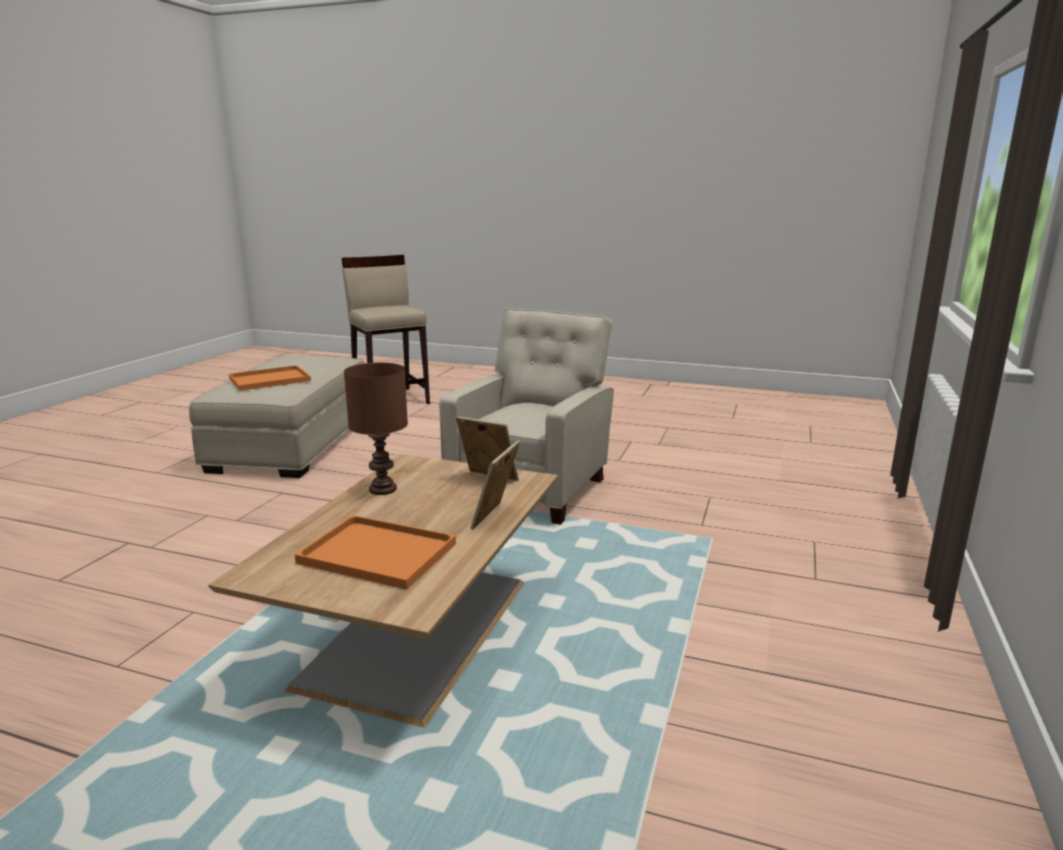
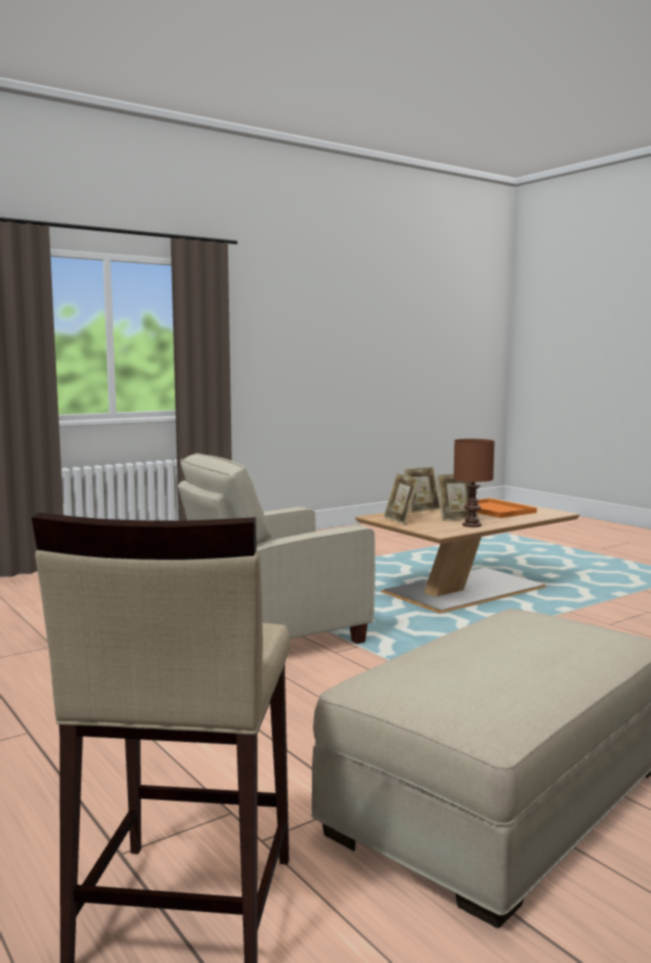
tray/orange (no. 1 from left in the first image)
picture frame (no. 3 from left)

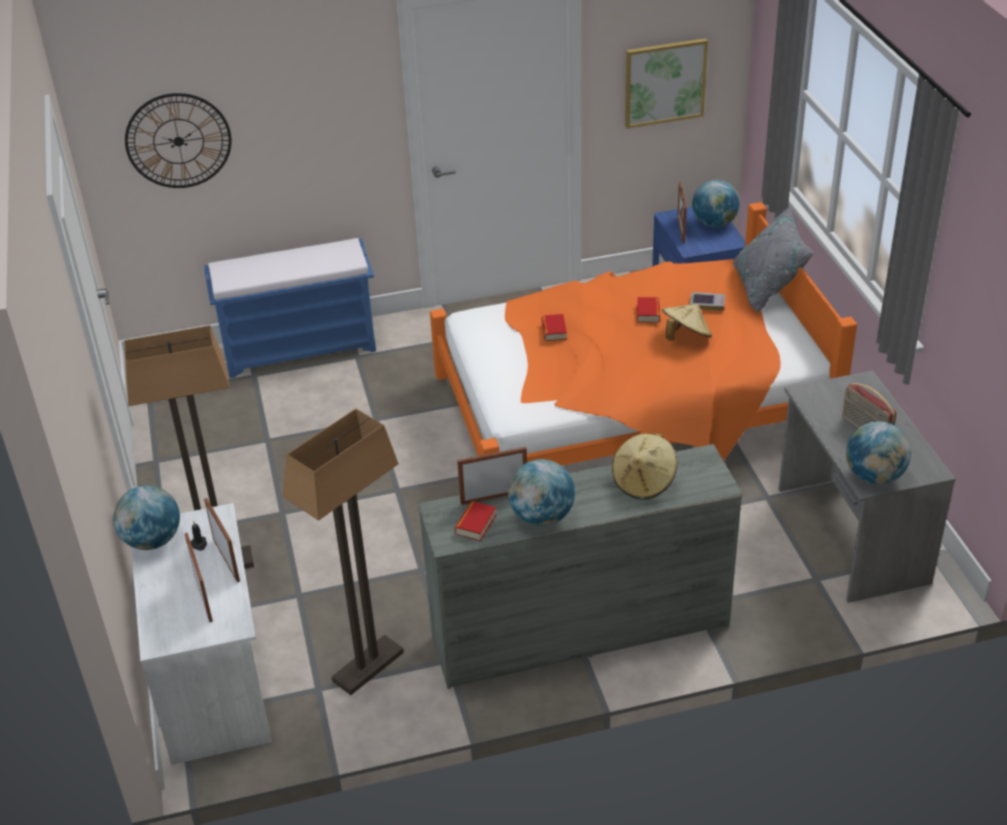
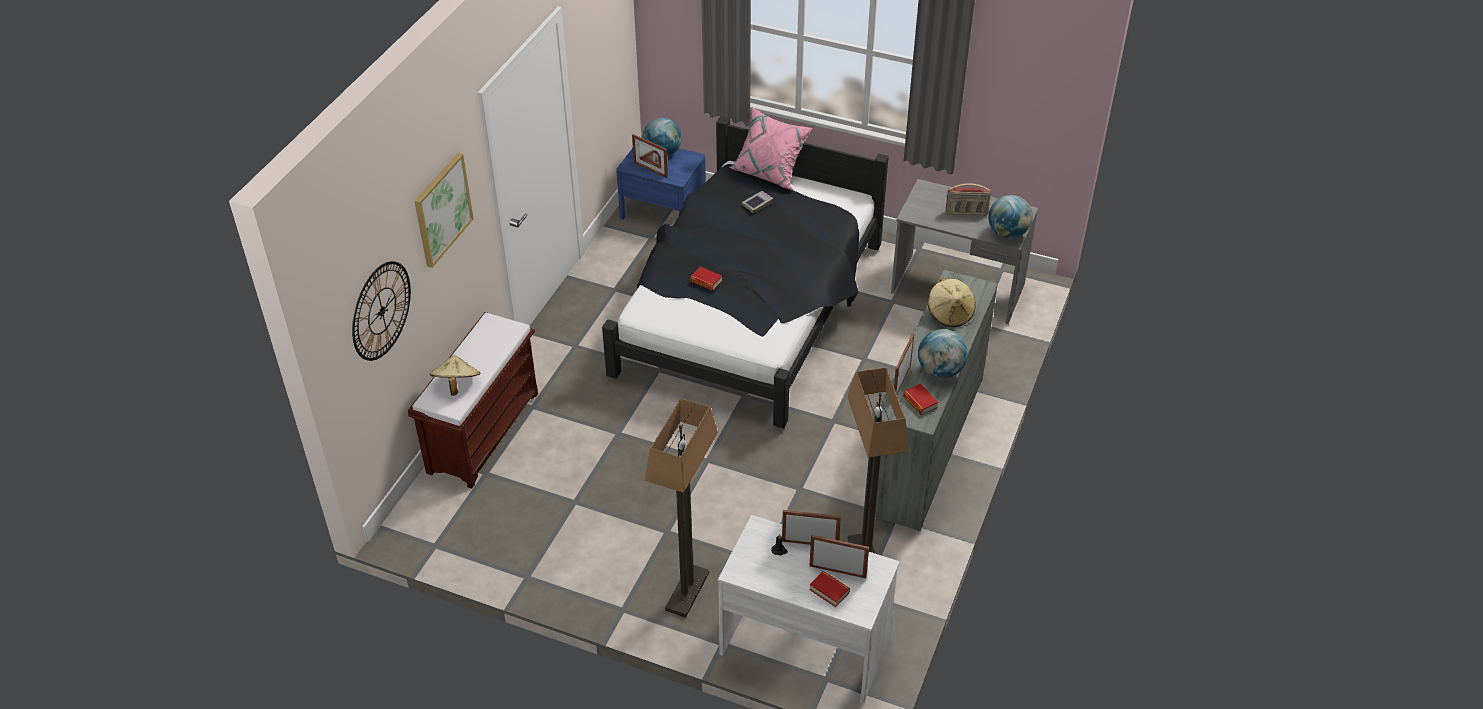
globe (no. 1 from left in the first image)
bench/brown
bed/black
picture
book (no. 3 from left)
hat/beige (no. 1 from left)
pillow/pink

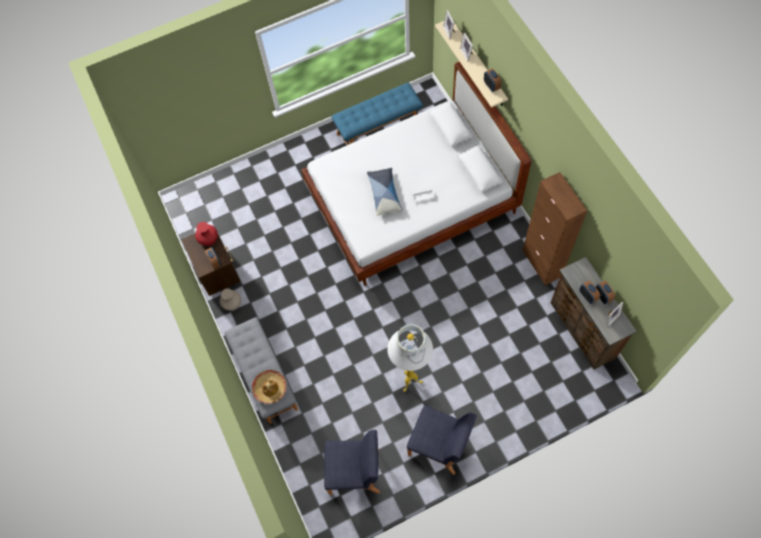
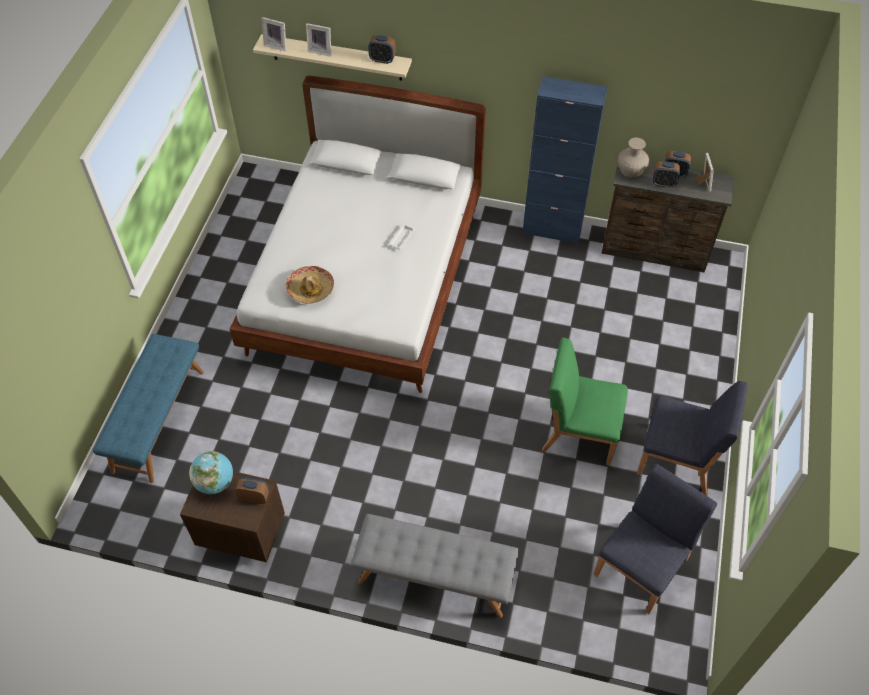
globe
vase/beige
hat
bench/blue
pillow
chair/green
chair/blue (no. 2 from left)
cabinet/blue

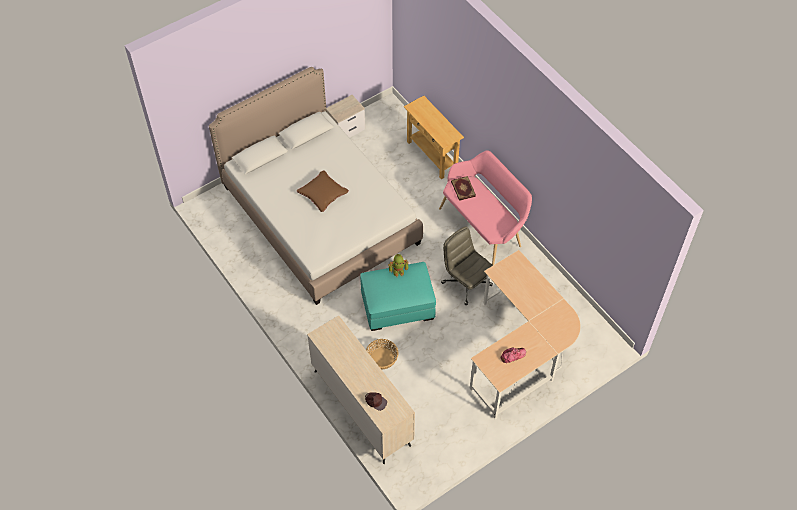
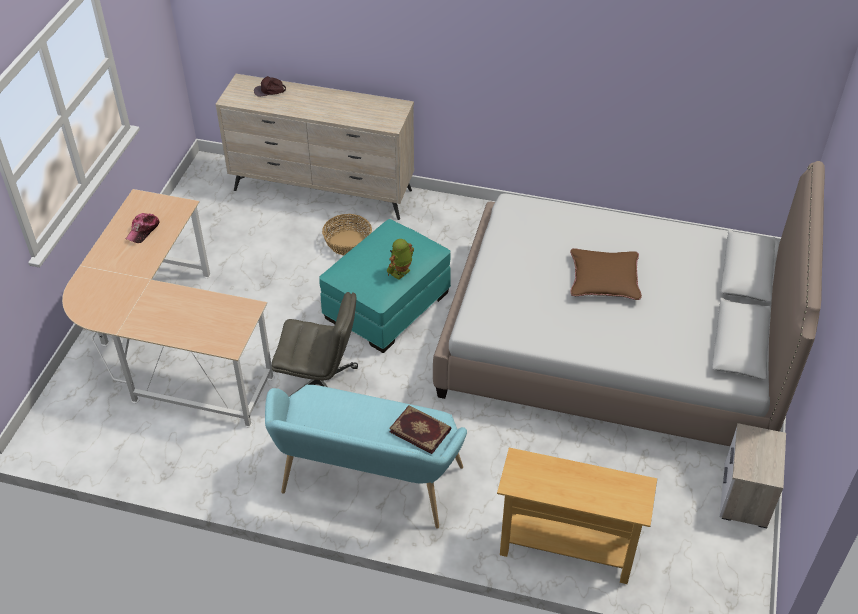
bench/turquoise

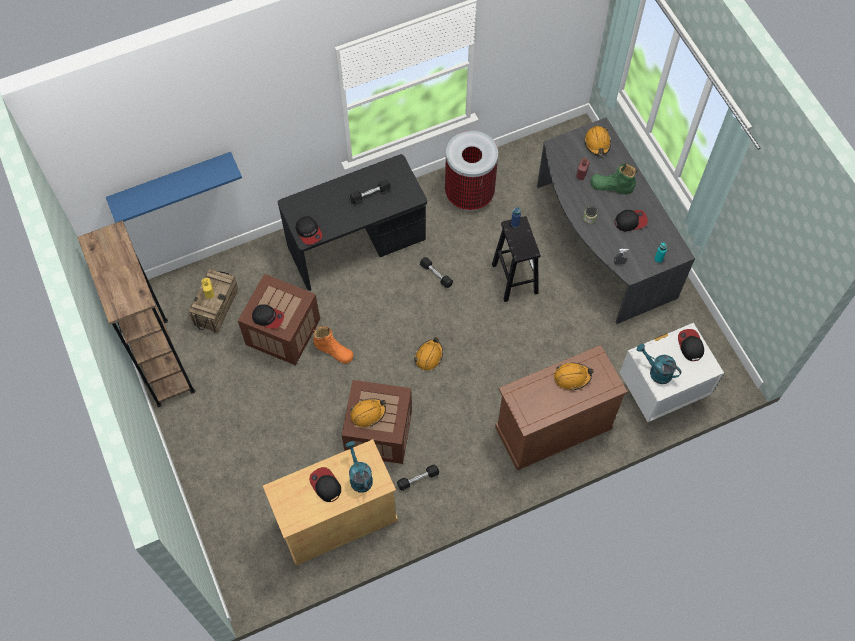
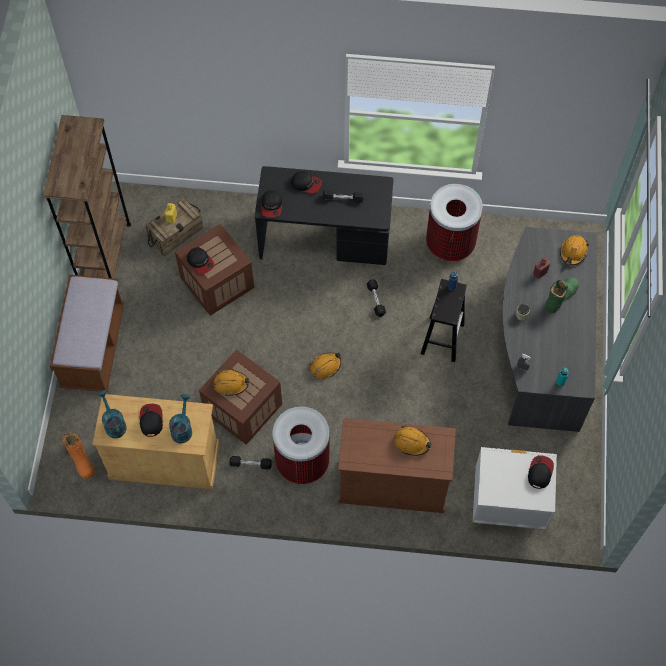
shelf/blue
boot/orange
boot/green
cap (no. 4 from left)
watering can/turquoise (no. 1 from left)
bench/brown
trash can (no. 1 from left)

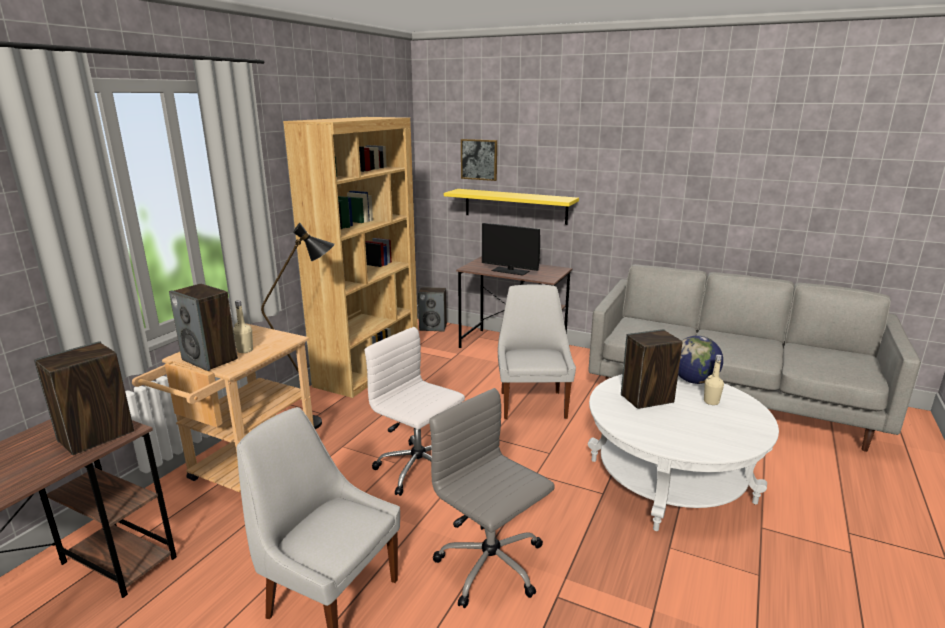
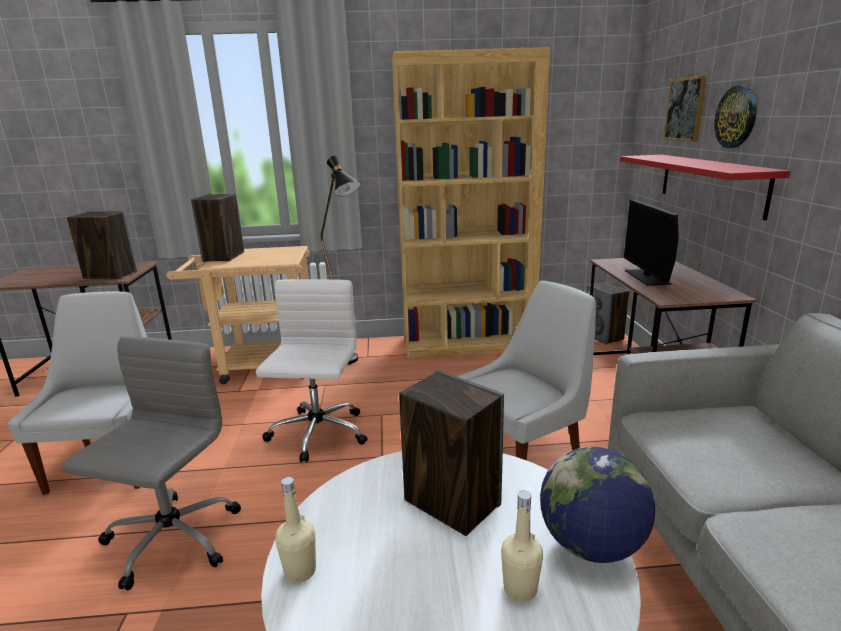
bottle/beige (no. 1 from left)
shelf/red
wall clock

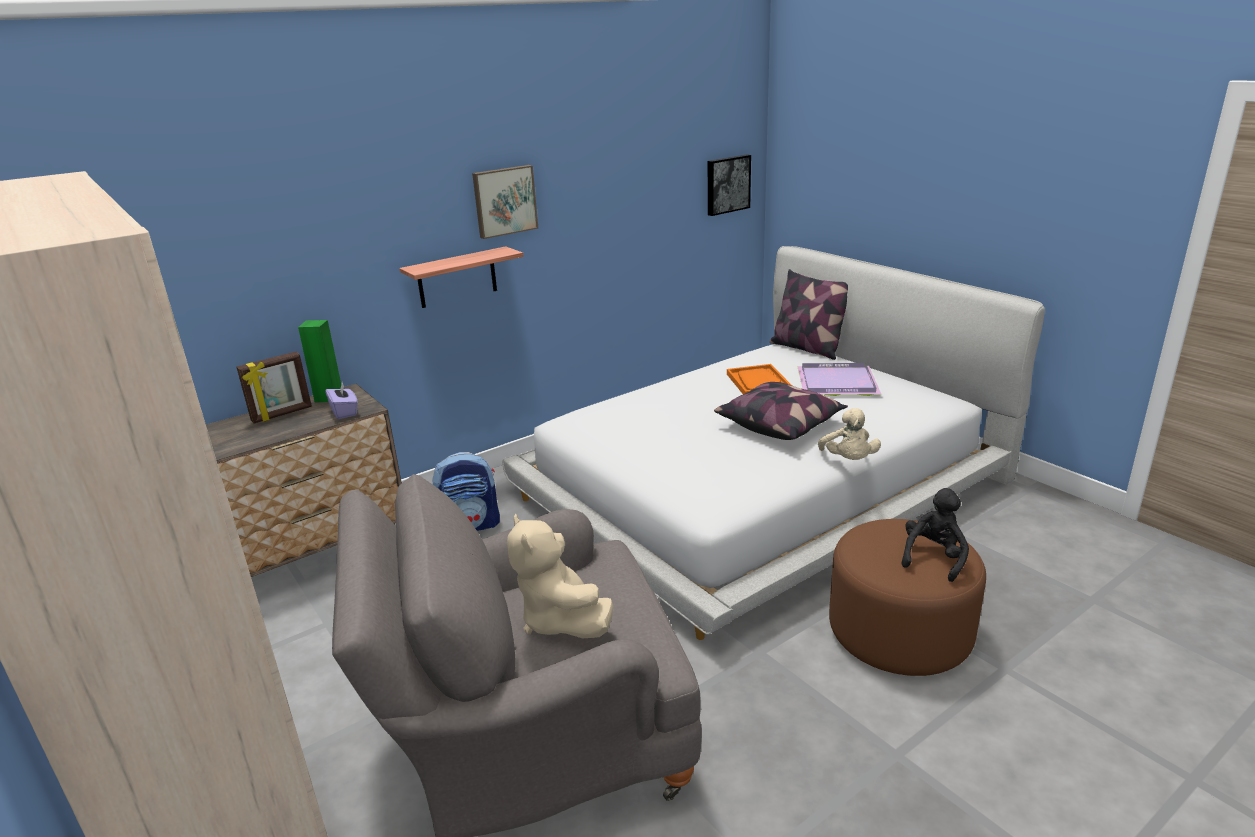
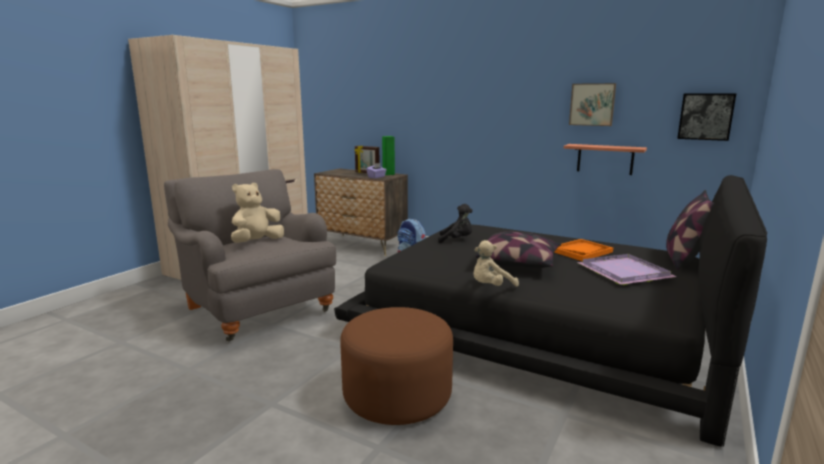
shelf
picture (no. 1 from left)
bed/black
plush toy/black

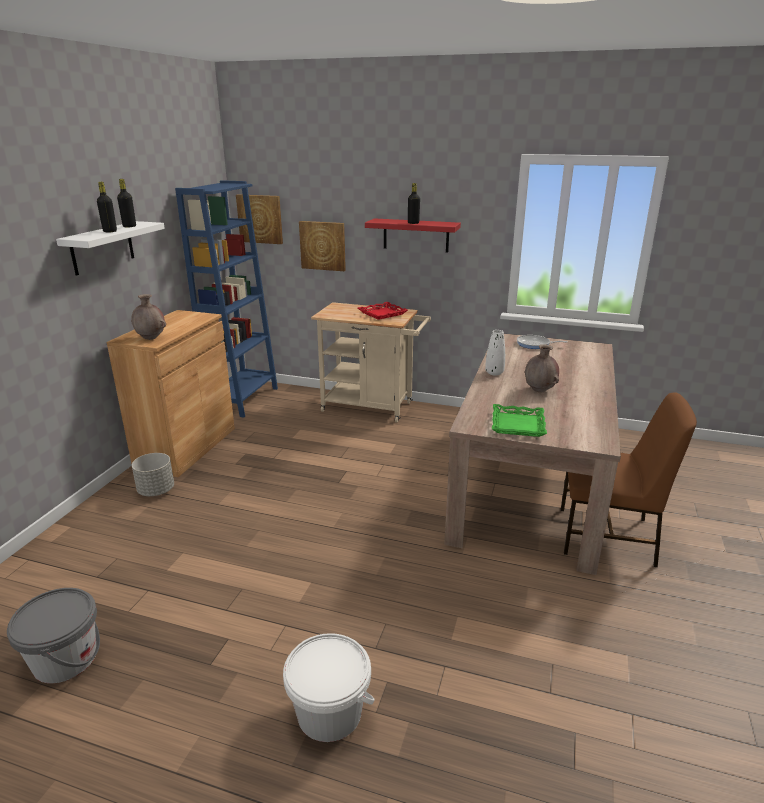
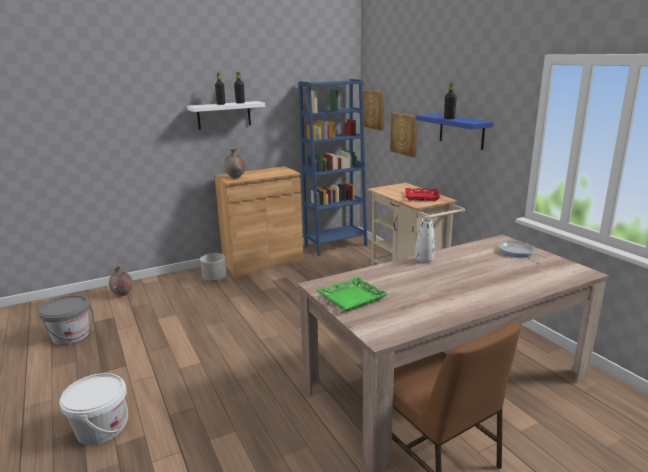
shelf/blue
vase/brown (no. 1 from left)

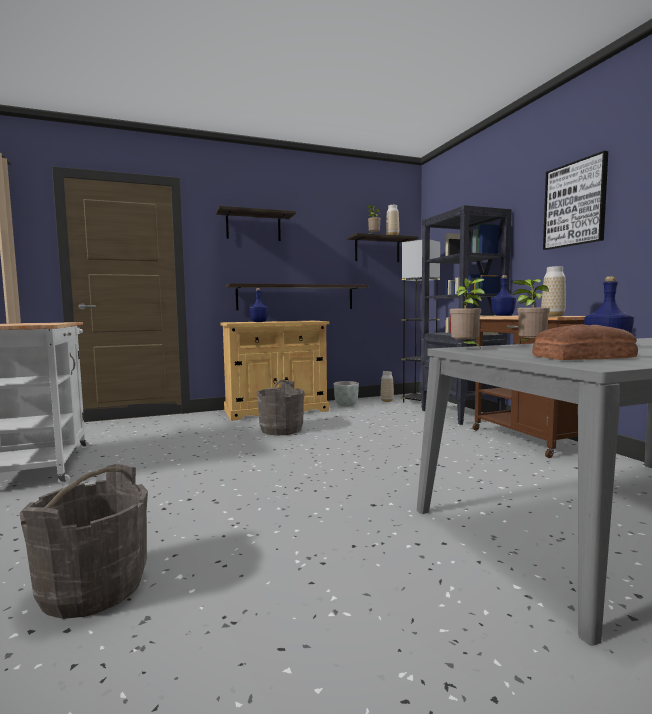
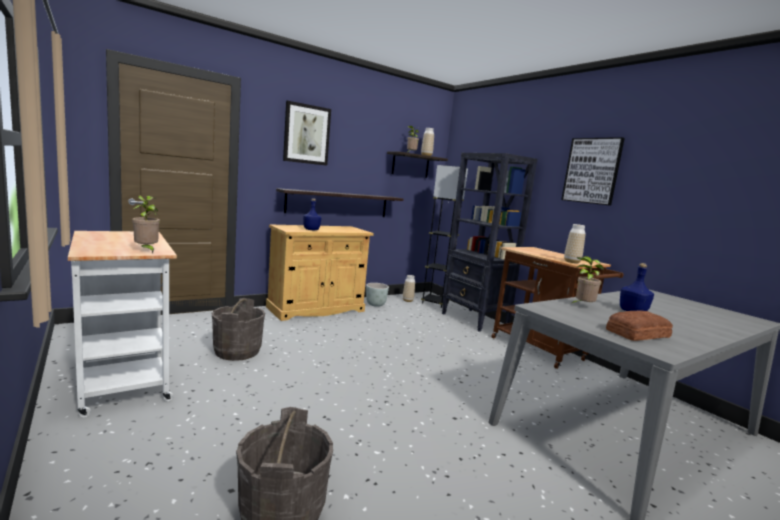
picture (no. 1 from left)
bucket/grey (no. 1 from left)
potted plant (no. 1 from left)
bottle/blue (no. 2 from left in the first image)

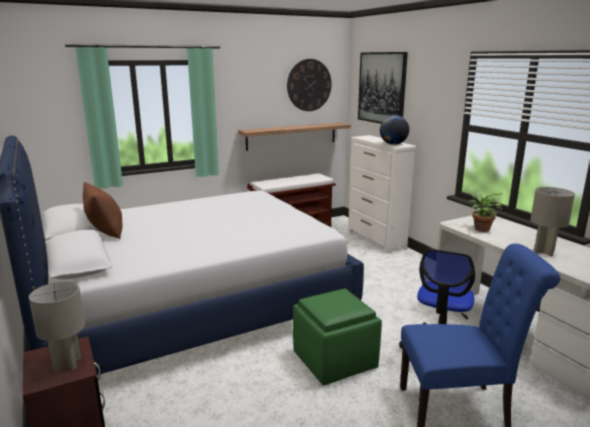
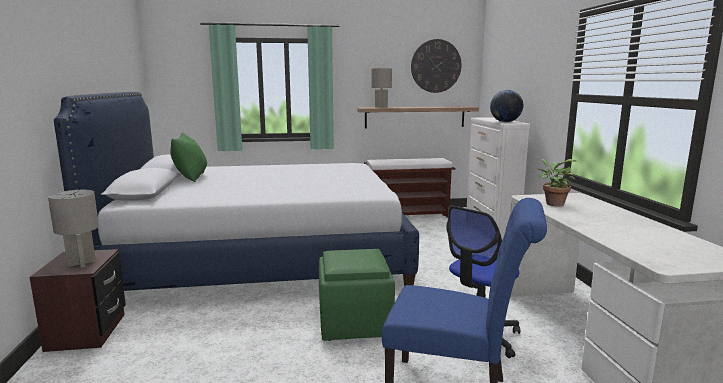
pillow/green
picture
table lamp/grey (no. 2 from left)

